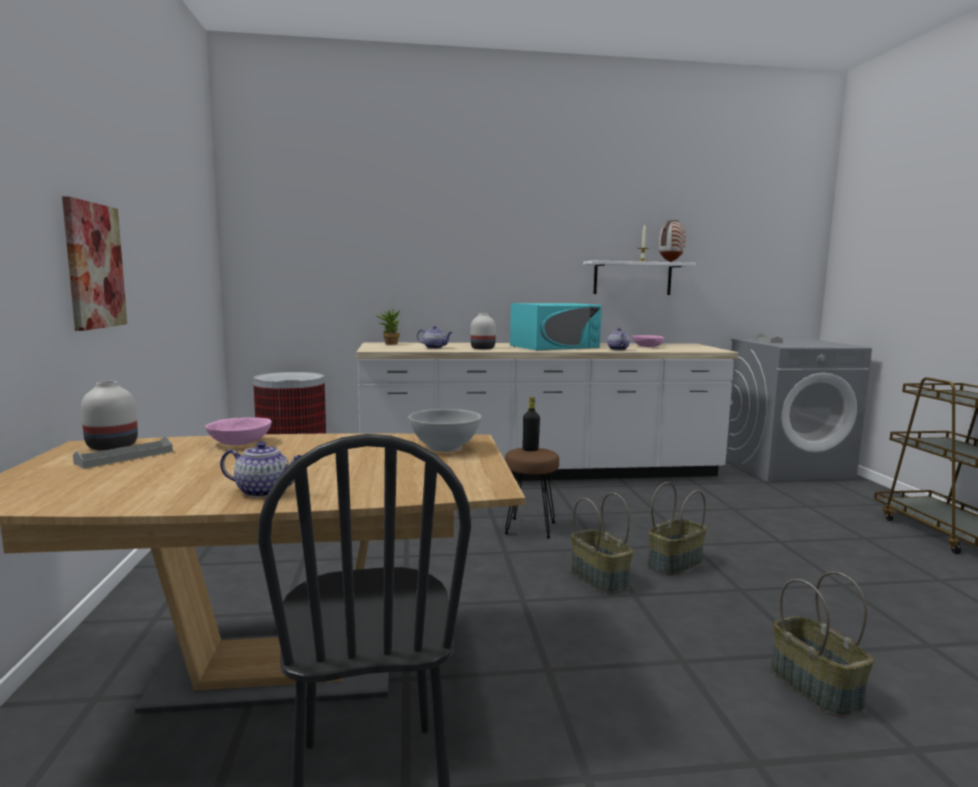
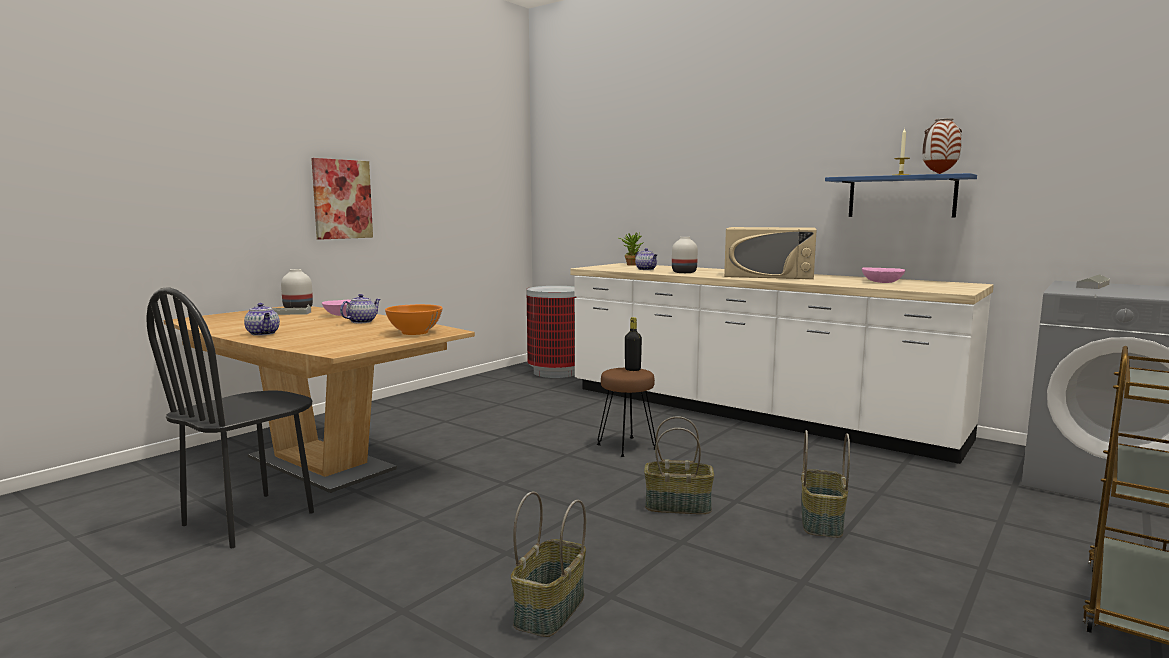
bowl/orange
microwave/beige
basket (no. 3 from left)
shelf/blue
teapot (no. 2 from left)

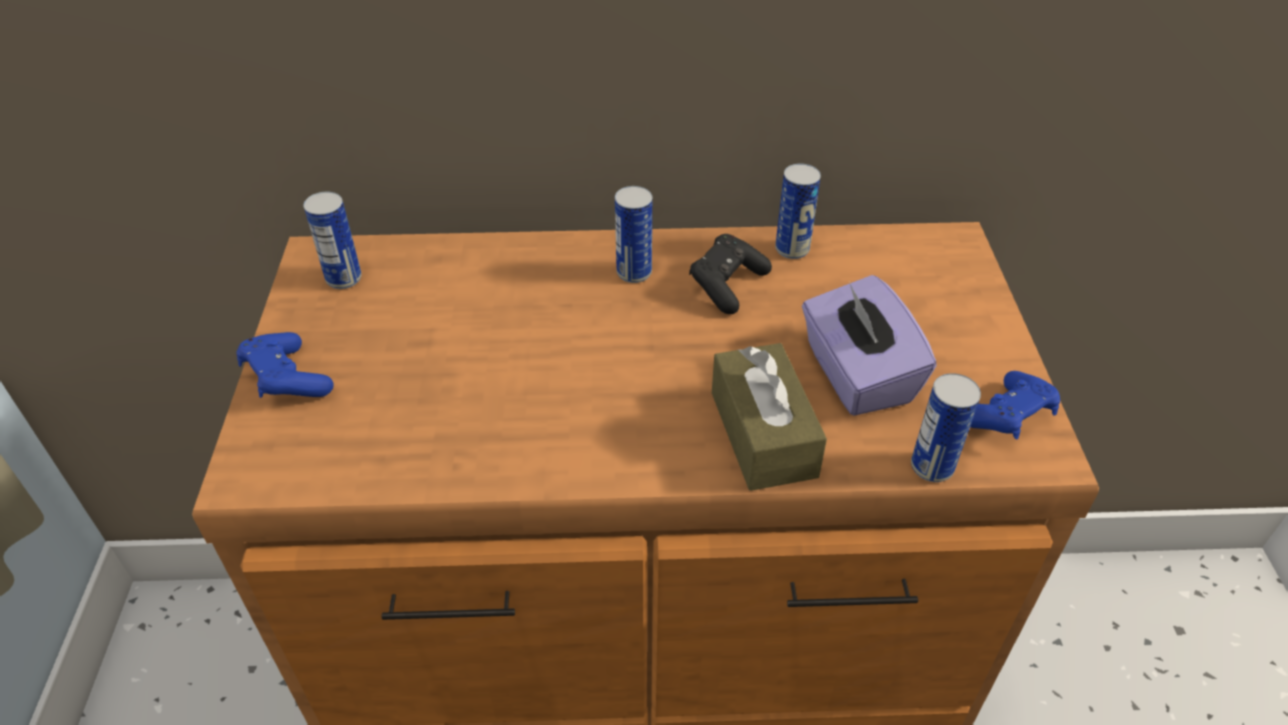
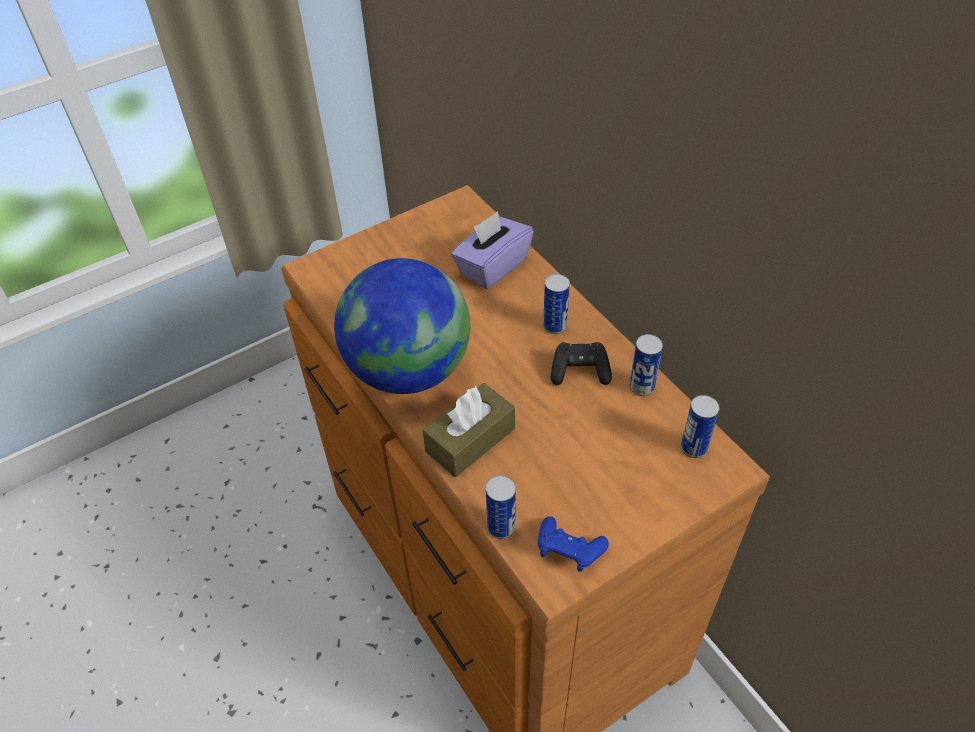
game controller/blue (no. 1 from left in the first image)
can (no. 4 from left)
tissue box/purple
globe

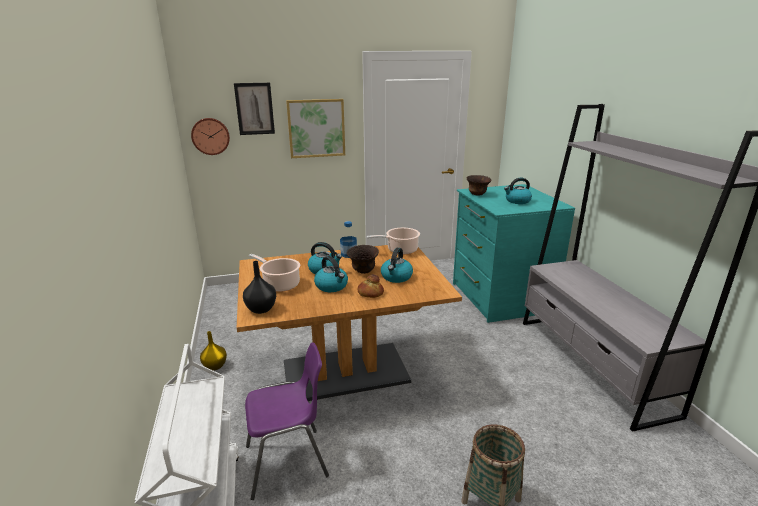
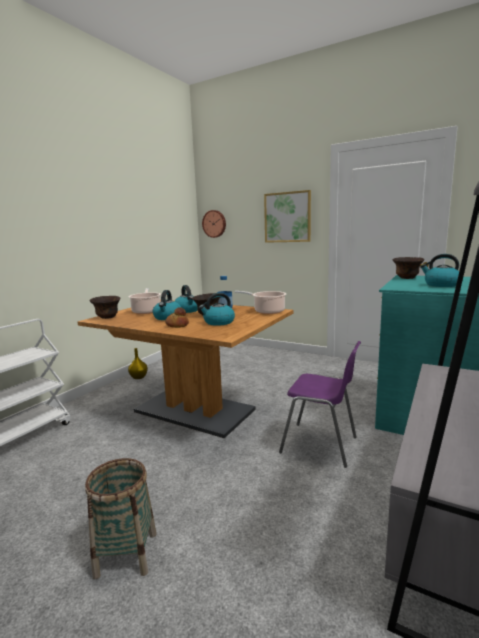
picture (no. 1 from left in the first image)
bowl/brown (no. 1 from left)
chair/purple

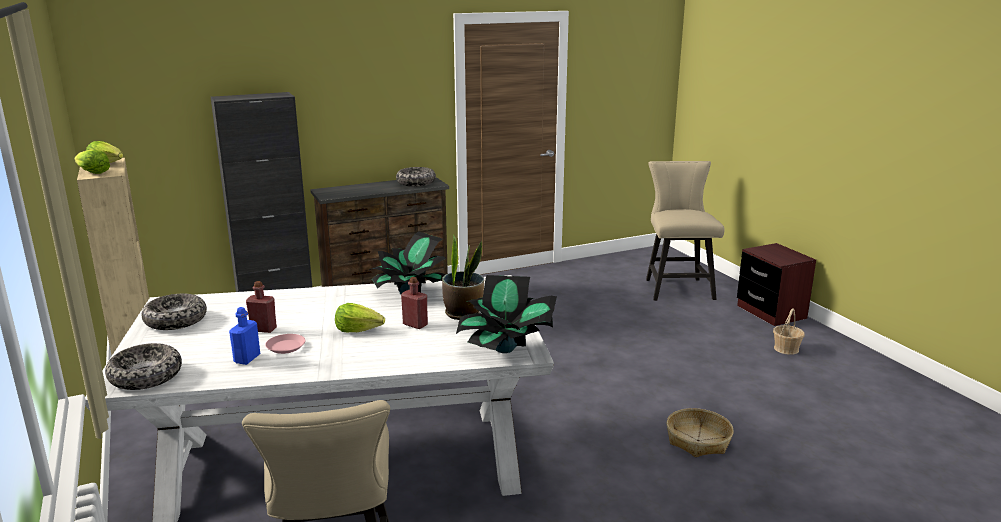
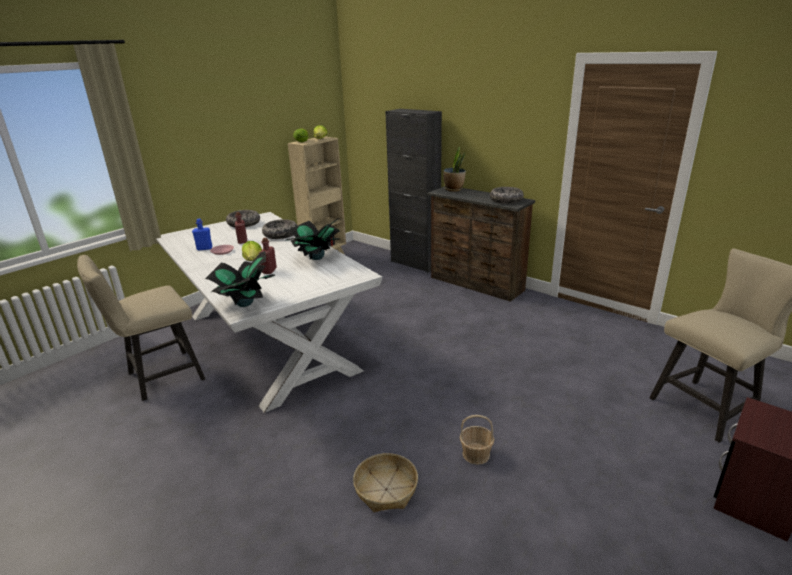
bowl (no. 2 from left)
potted plant (no. 3 from left)
basket (no. 2 from left)

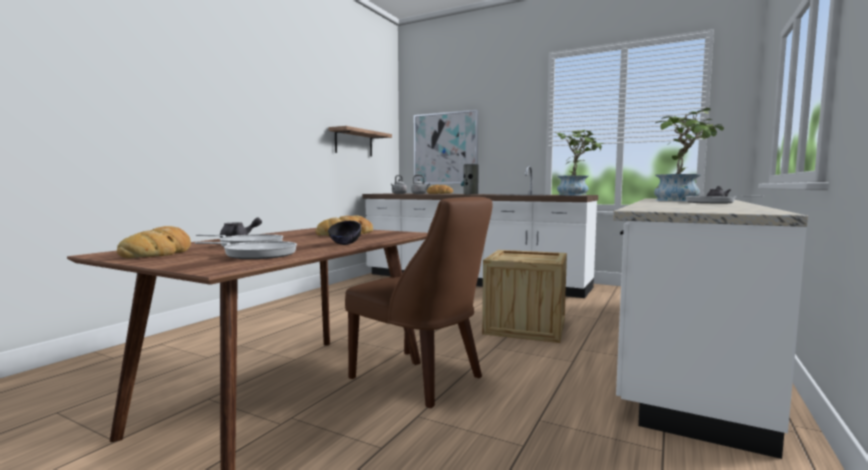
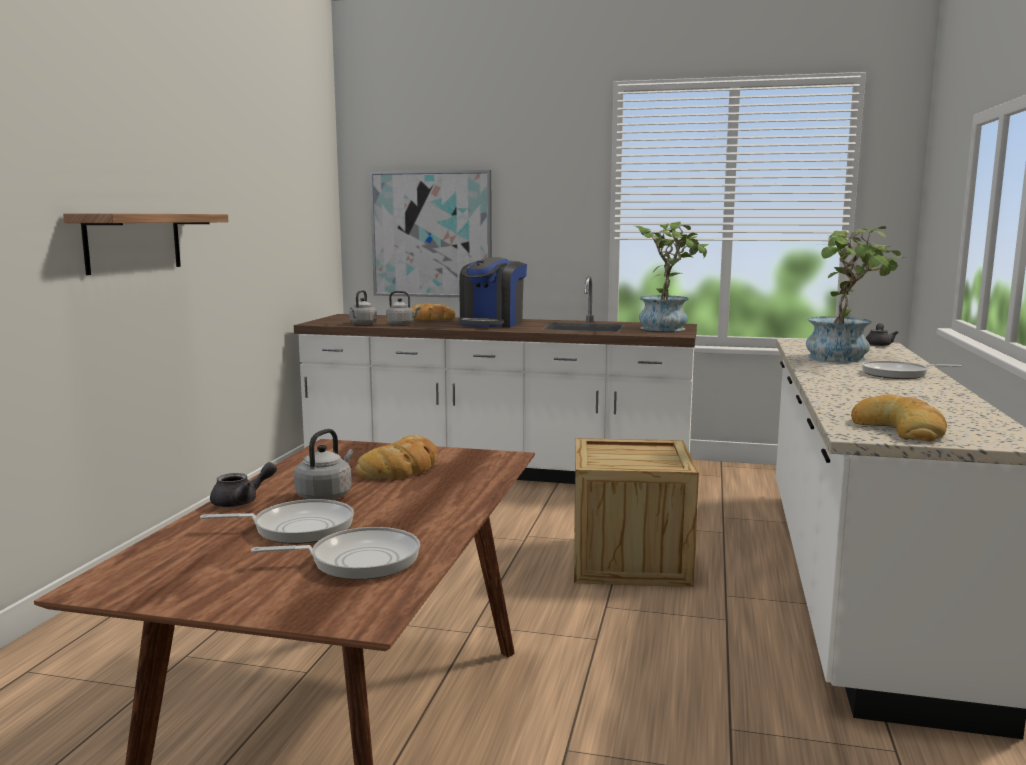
bread (no. 3 from left)
bowl/black
shelf
chair/brown
coffee machine
kettle/grey (no. 1 from left)

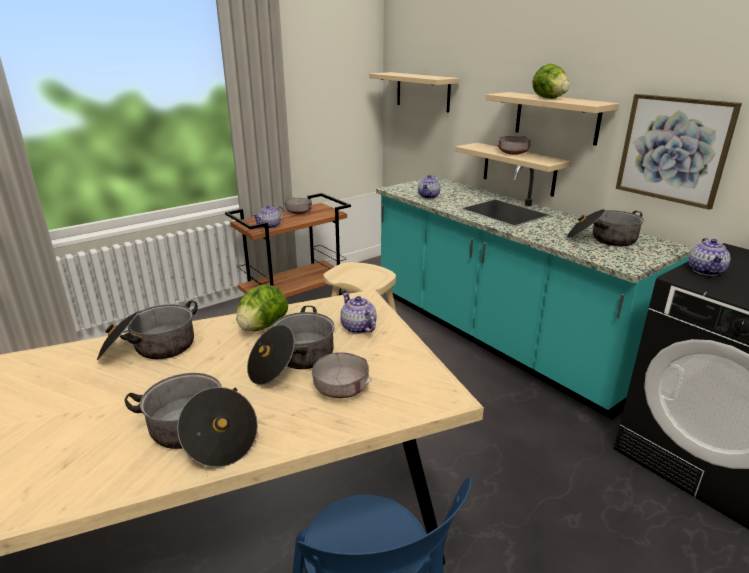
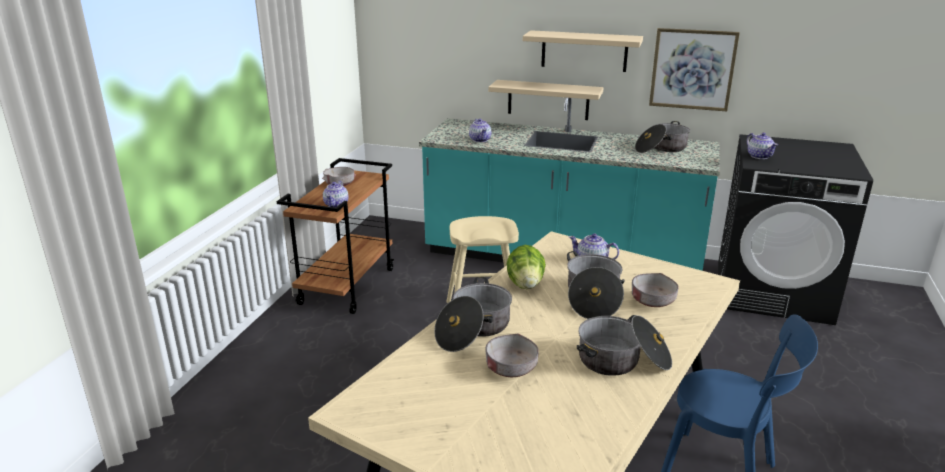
shelf/beige (no. 1 from left in the first image)
bowl/grey (no. 2 from left)
lettuce (no. 2 from left in the first image)

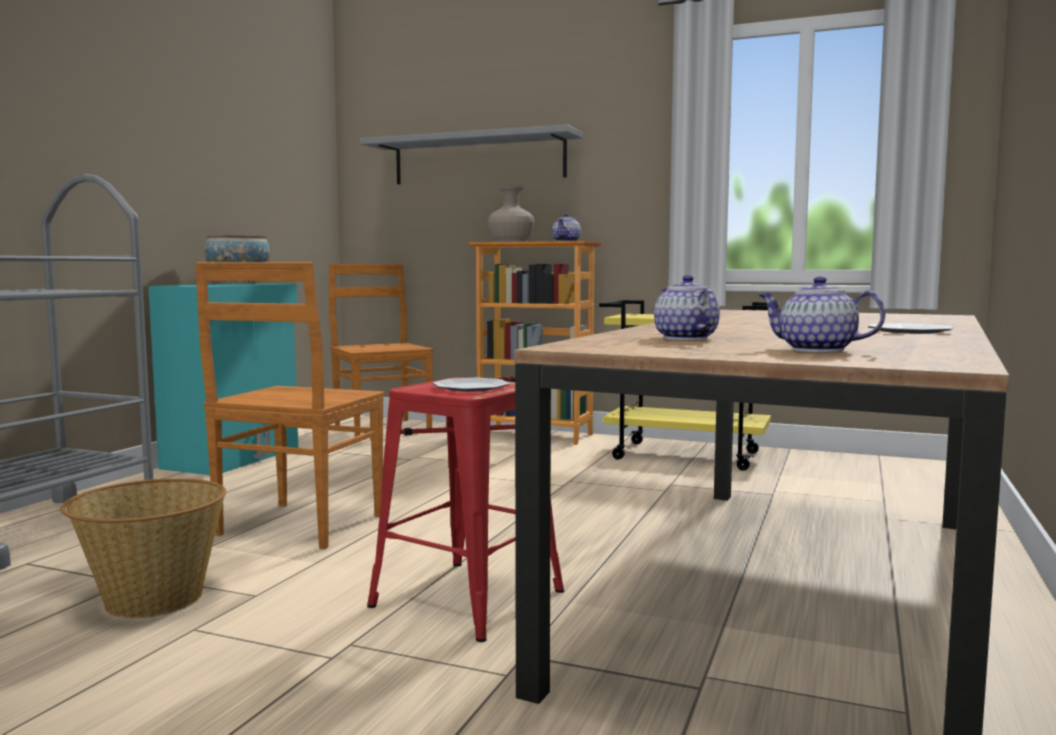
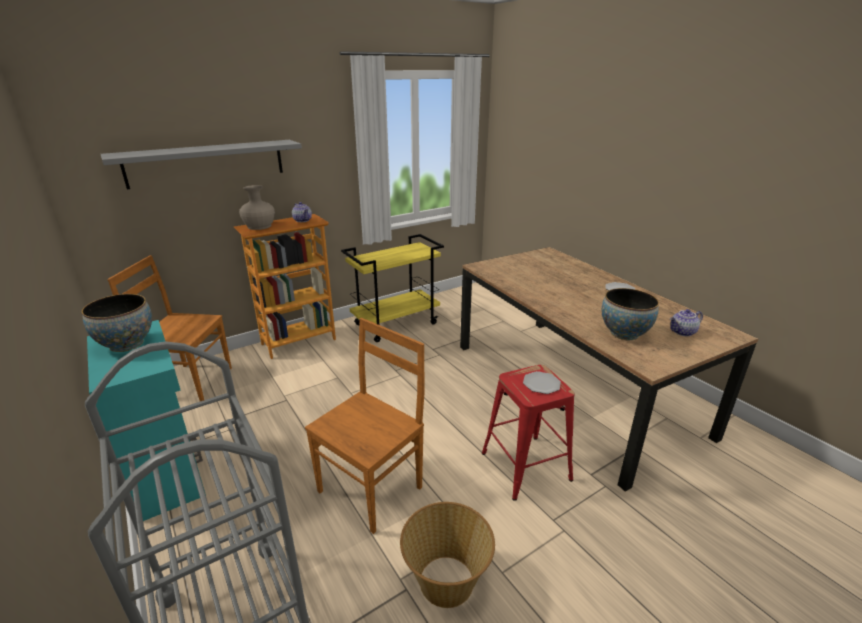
chair/brown (no. 2 from left)
bowl (no. 2 from left)

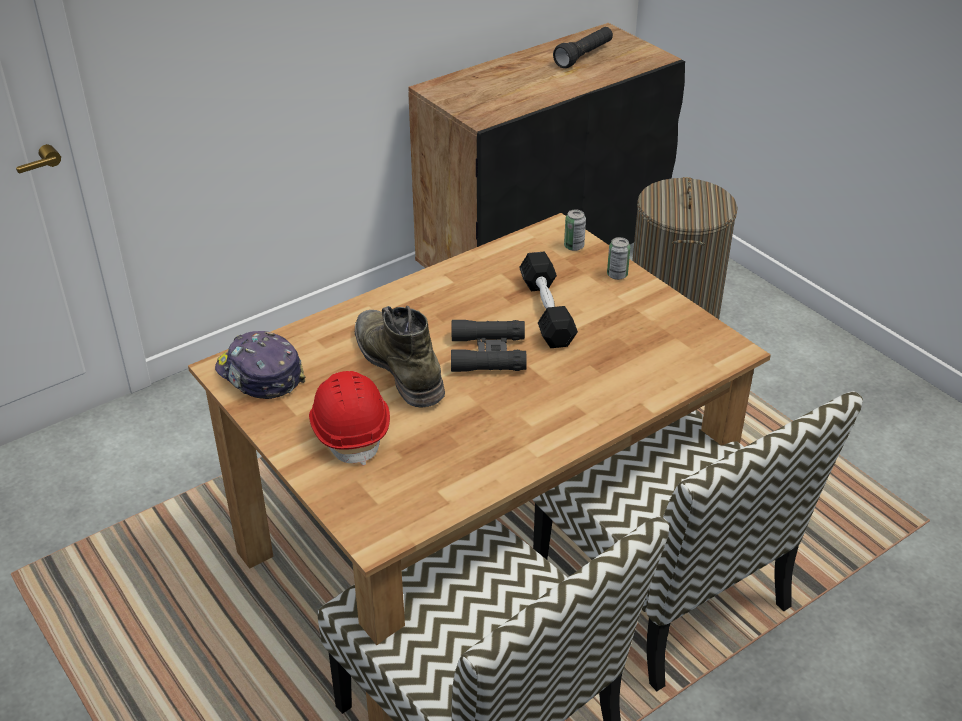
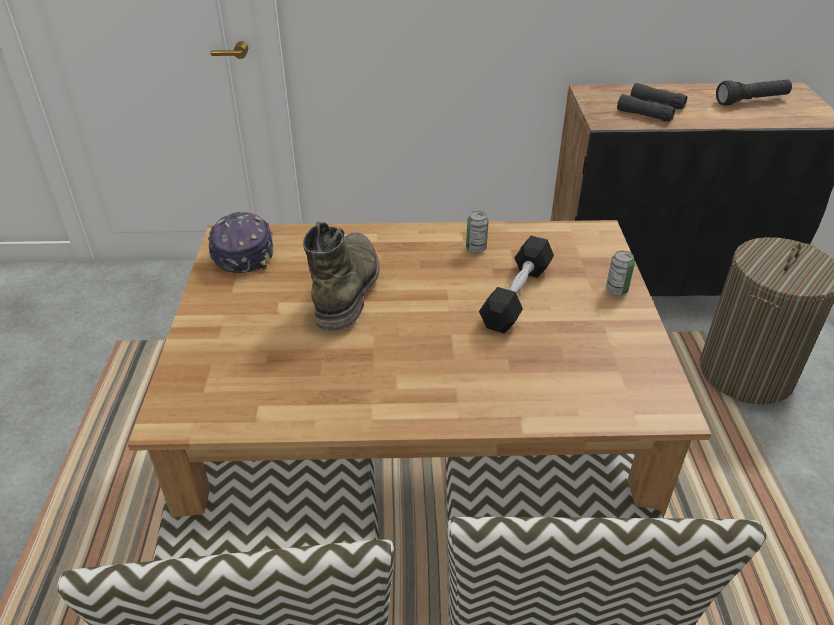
hard hat/red
binoculars/black
can (no. 1 from left)

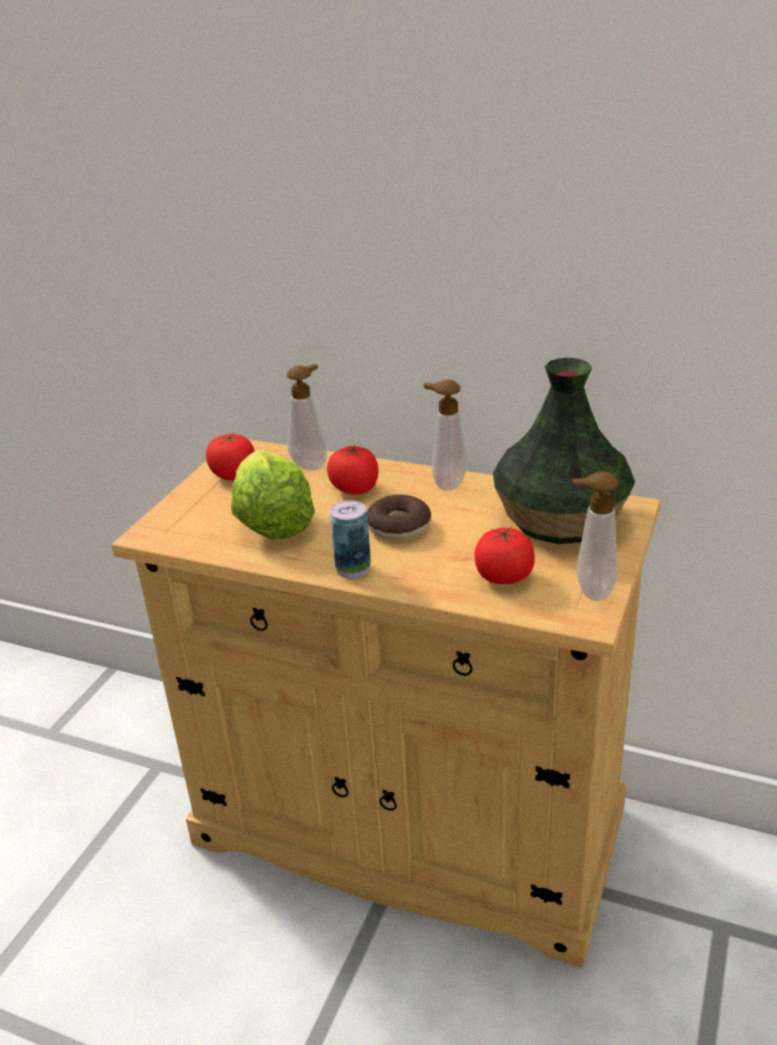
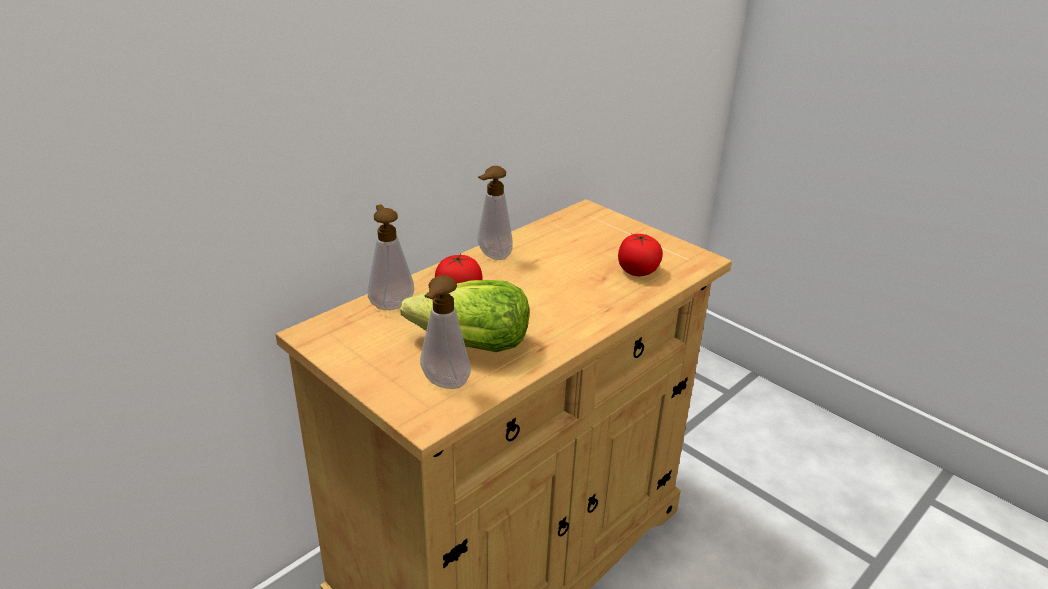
tomato (no. 1 from left in the first image)
can
donut
vase
soap dispenser (no. 2 from left)

